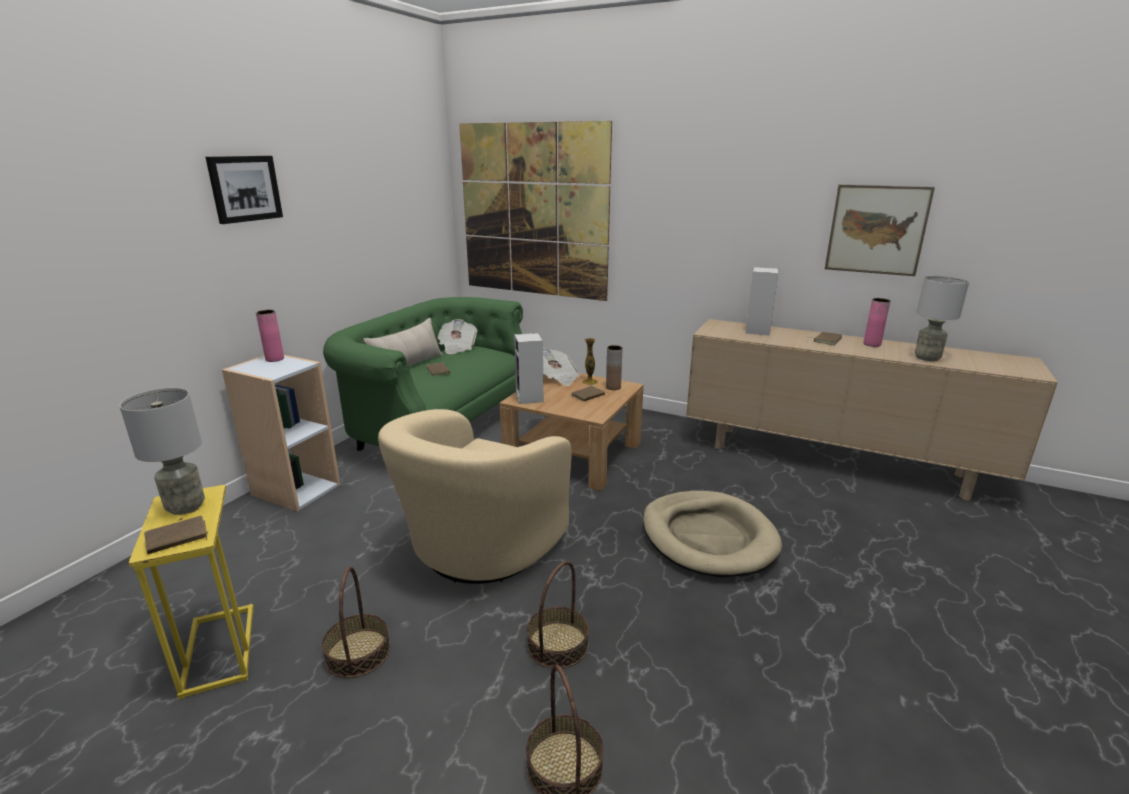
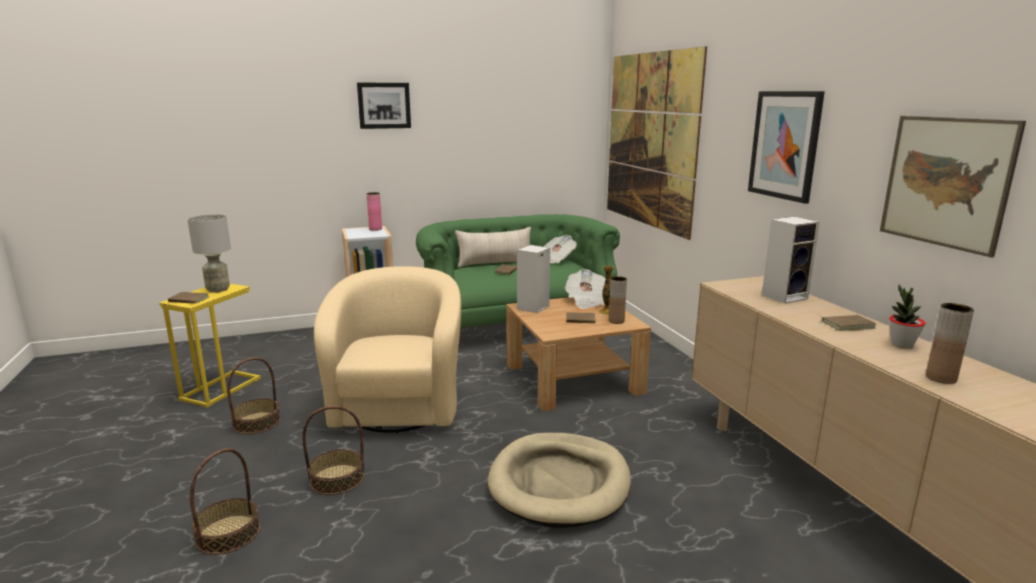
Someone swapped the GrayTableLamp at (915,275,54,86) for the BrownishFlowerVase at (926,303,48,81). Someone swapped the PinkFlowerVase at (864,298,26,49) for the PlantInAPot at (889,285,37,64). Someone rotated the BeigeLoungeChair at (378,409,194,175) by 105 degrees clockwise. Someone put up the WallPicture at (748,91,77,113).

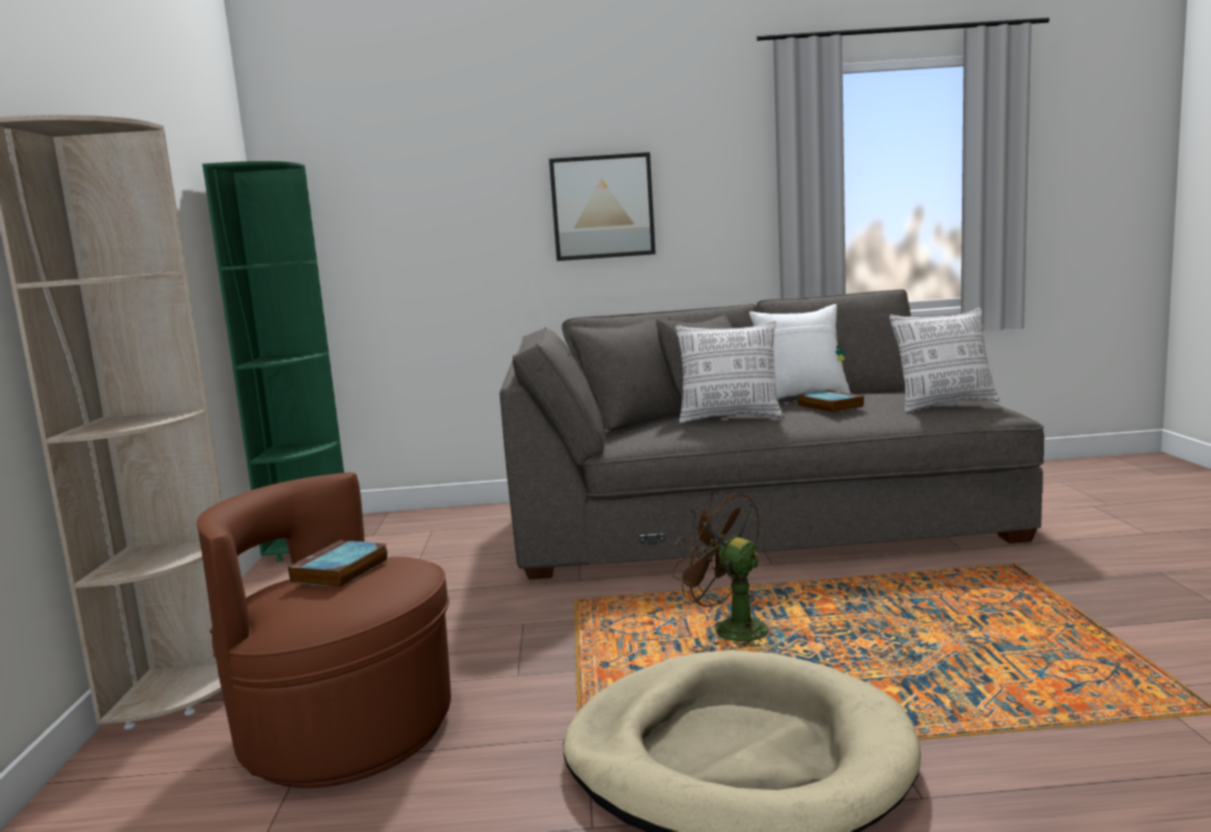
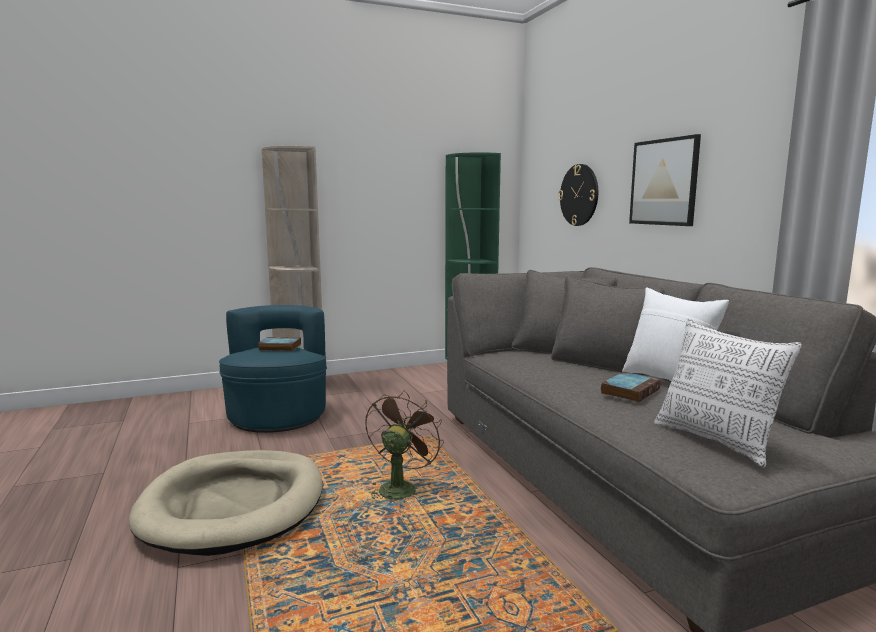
Someone took away the Pillow at (675,321,108,102). Someone repainted the BrownishLoungeChair at (197,472,254,316), which became the TurquoiseColouredLoungeChair at (219,305,108,128). Someone put up the ClockOnTheWall at (558,164,40,62).

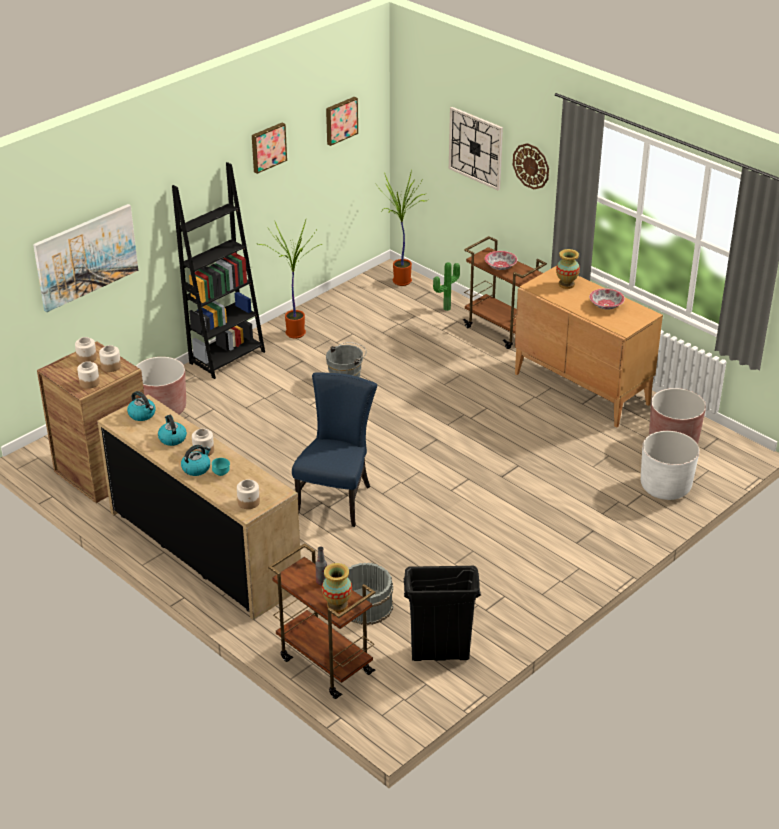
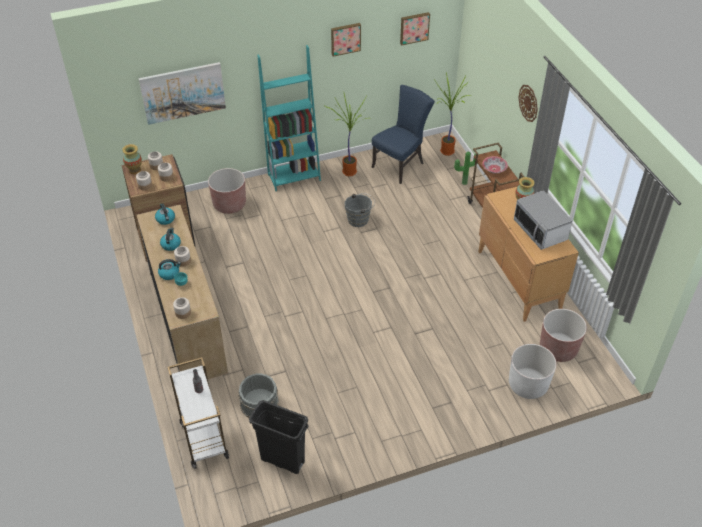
Someone took away the ClockOnTheWall at (449,107,54,83). Someone repainted the BlackColouredShelvingUnit at (172,162,93,217), which became the TurquoiseColouredShelvingUnit at (257,45,64,146). Someone swapped the ServingBowl at (589,288,36,22) for the MicrowaveOven at (514,190,59,60). Someone carried the BlueUprightChair from (292,372,85,155) to (372,85,63,99). Someone repainted the BrownishCart at (268,543,108,156), which became the WhiteColouredCart at (168,357,61,112). Someone carried the FlowerVase from (322,563,30,50) to (122,144,20,30).

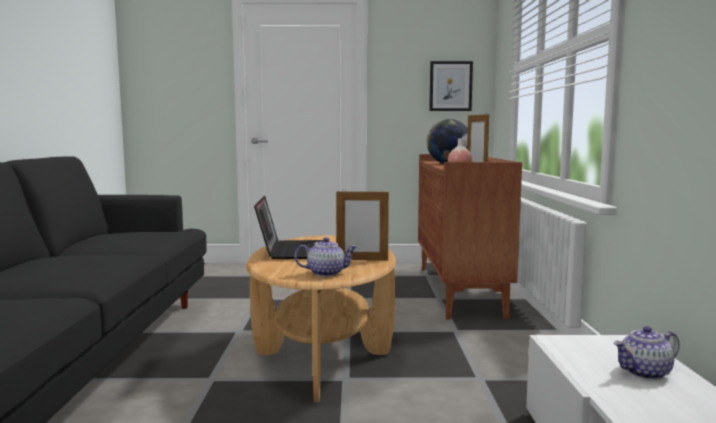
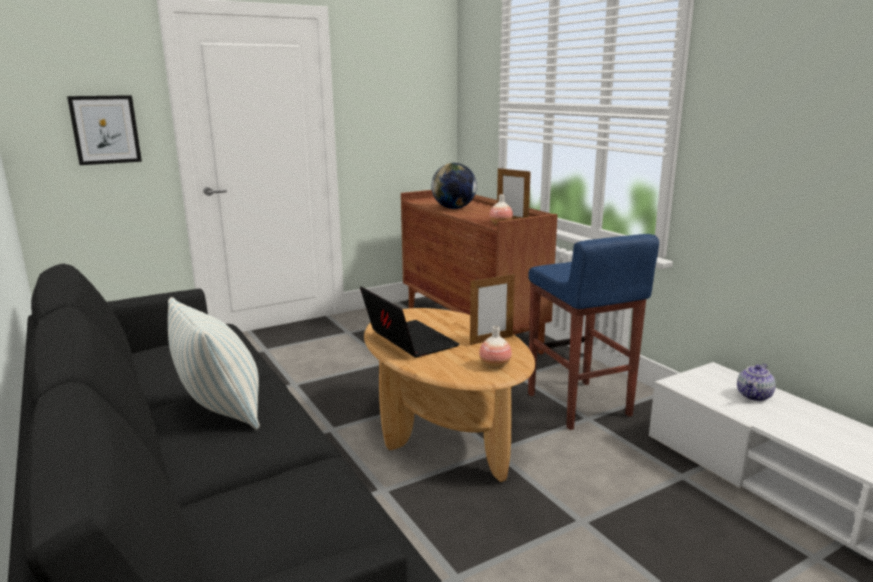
Someone carried the WallPicture from (429,61,44,50) to (67,95,75,70). Someone swapped the TeaPot at (295,237,62,40) for the FlowerVase at (479,326,33,42). Someone put down the BlueStoolSeat at (528,234,131,196). Someone put down the Pillow at (168,297,92,133).

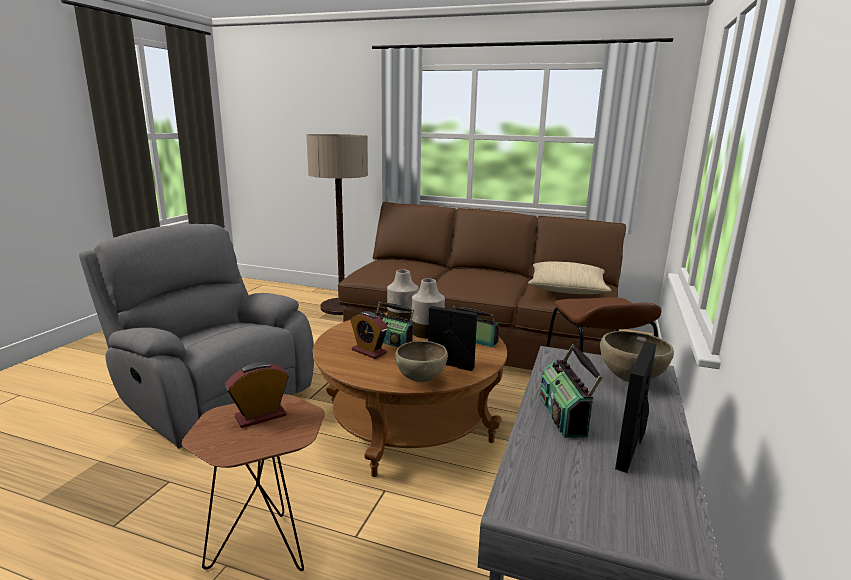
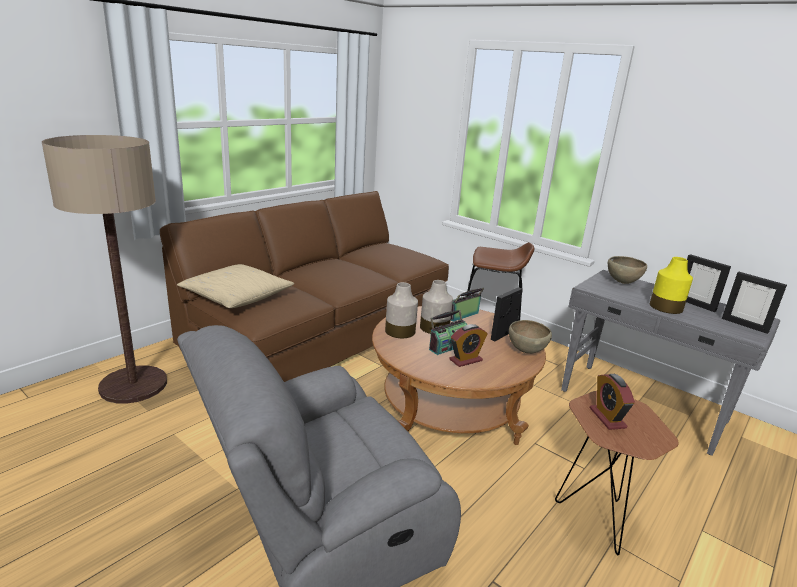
Someone carried the BeigePillow from (528,261,84,33) to (177,264,117,44). Someone swapped the RadioSet at (540,344,62,94) for the YellowColouredFlowerVase at (650,257,43,57). Someone put down the PictureFrame at (722,272,65,62).

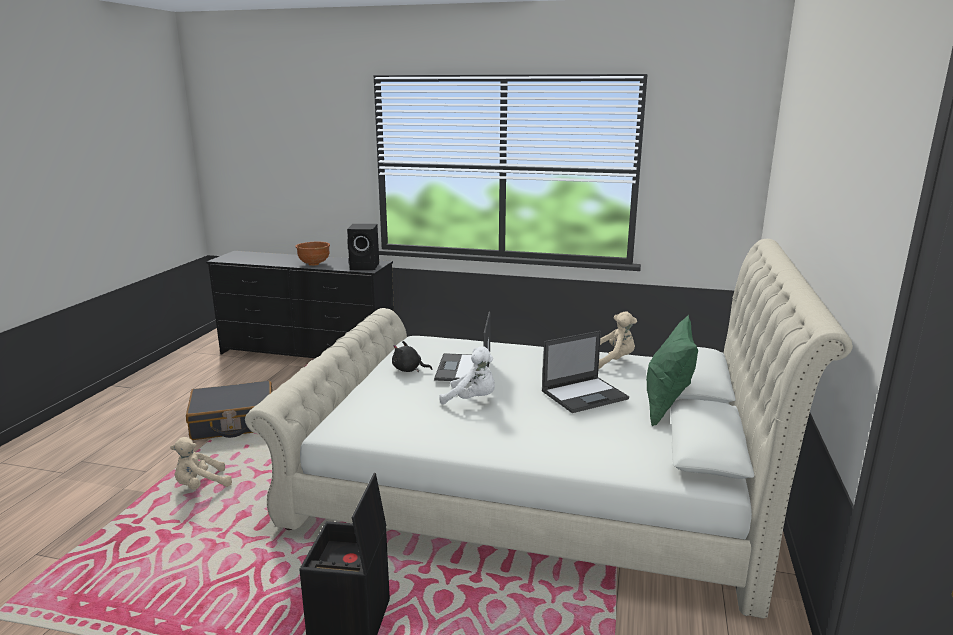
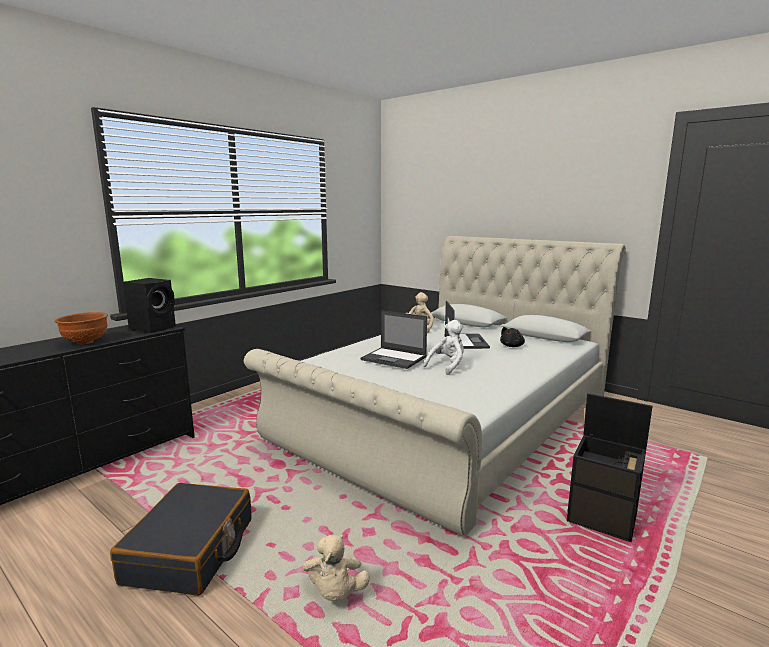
Someone took away the GreenColouredPillow at (646,315,52,112). Someone carried the BlackColouredSoftToy from (392,341,41,31) to (500,327,25,20).

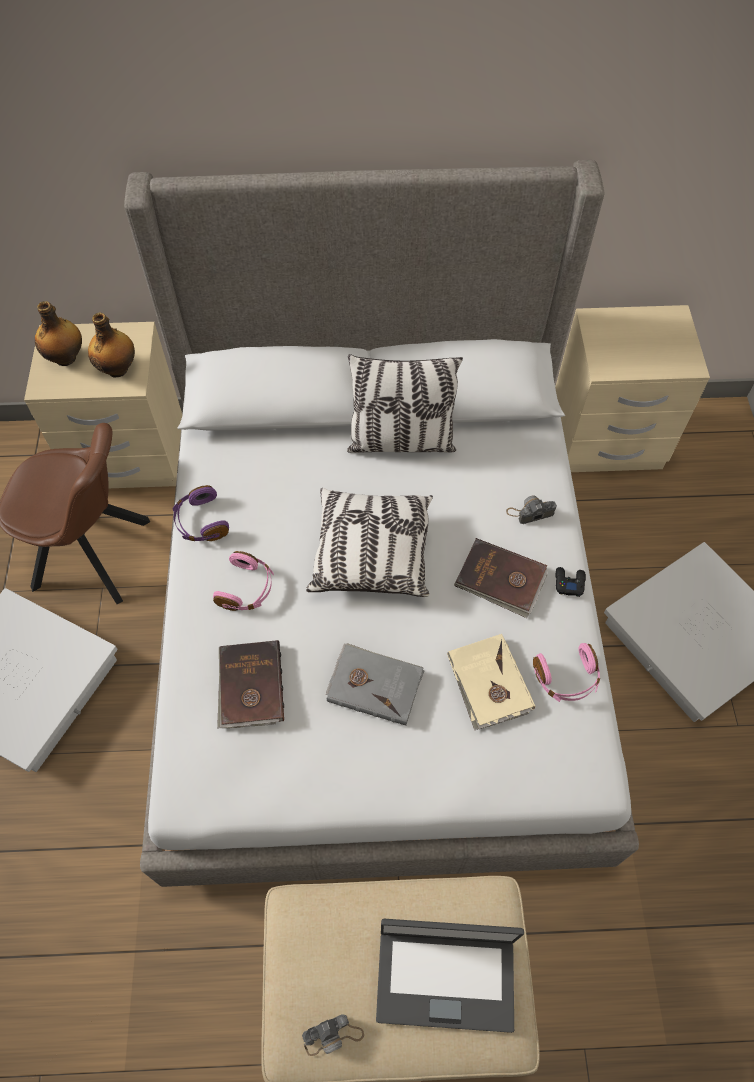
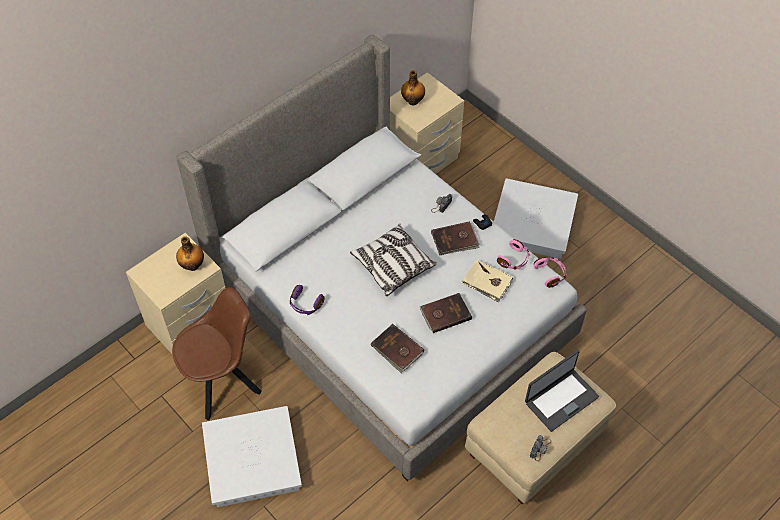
Someone carried the BeverageBottle from (35,301,47,65) to (401,70,24,35). Someone took away the Pillow at (347,354,116,99). Someone carried the PinkHeadset from (213,551,61,60) to (534,257,33,31). Someone repainted the GrayBoundBook at (326,643,99,83), which became the BrownishBoundBook at (419,293,53,40).

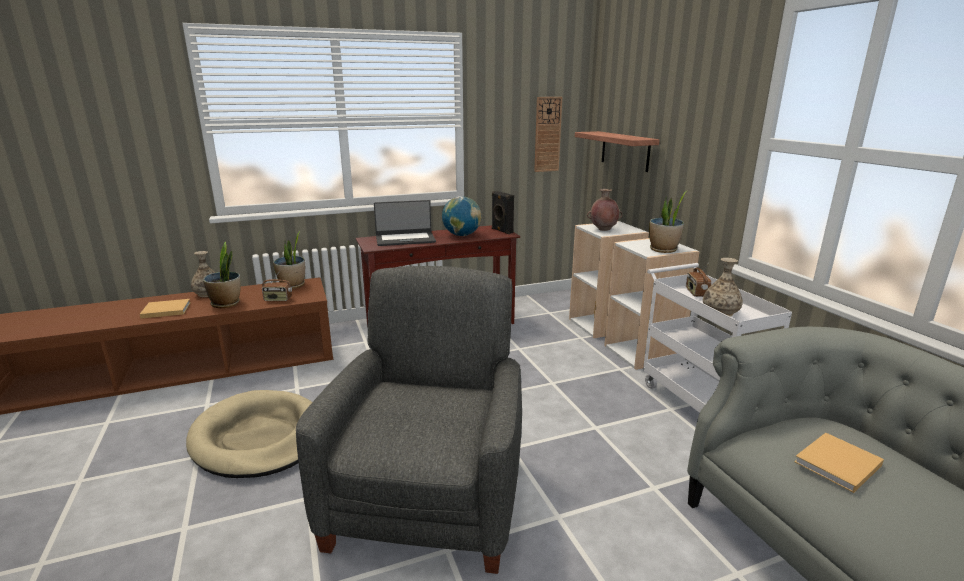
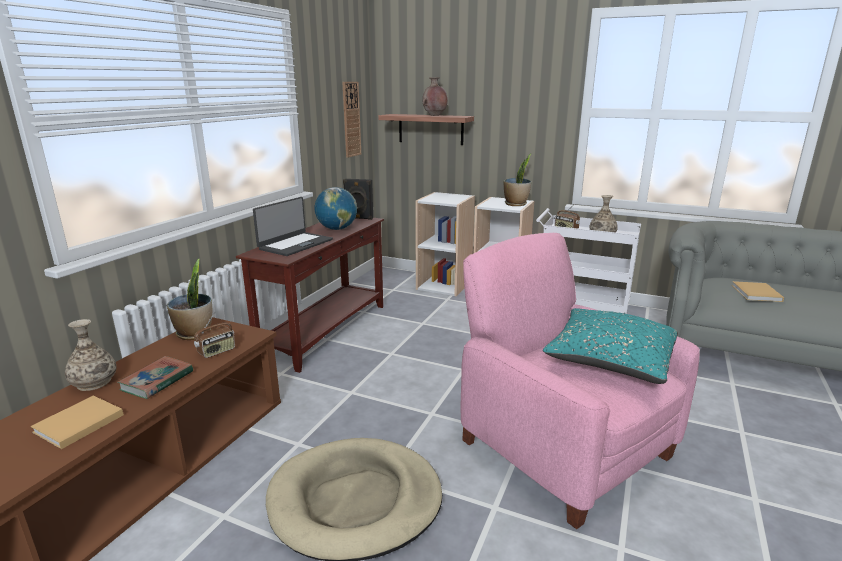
Someone carried the BrownishFlowerVase from (587,189,36,42) to (422,77,26,39). Someone swapped the PlantInAPot at (203,242,38,66) for the BoundBook at (118,356,75,43). Someone repainted the GrayLoungeChair at (296,266,226,308), which became the PinkLoungeChair at (460,233,240,296). Someone put down the TurquoiseColouredPillow at (543,308,135,76).

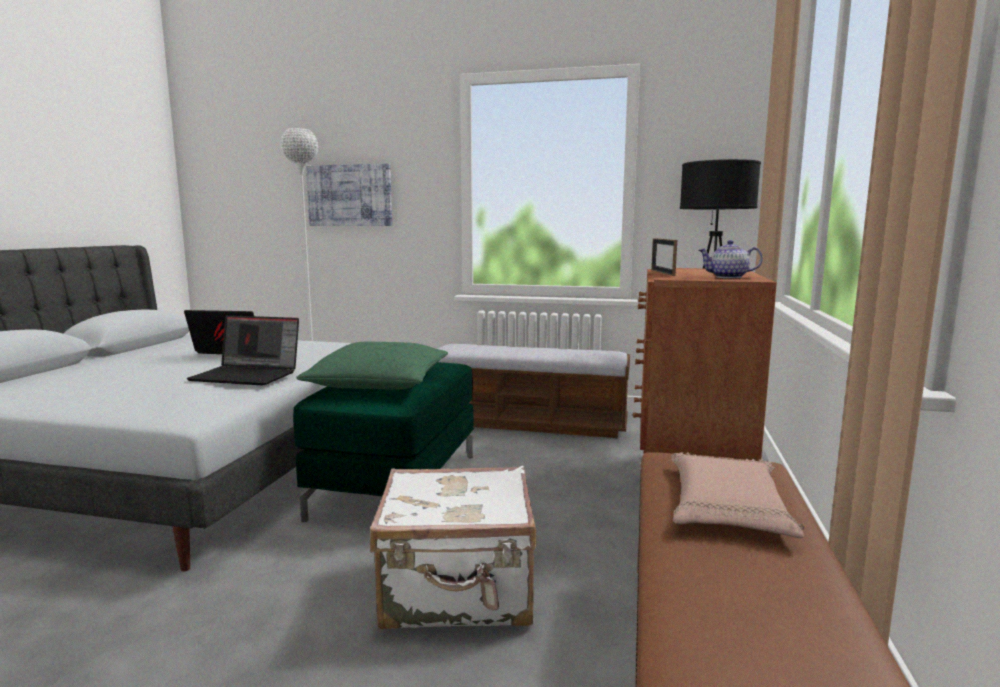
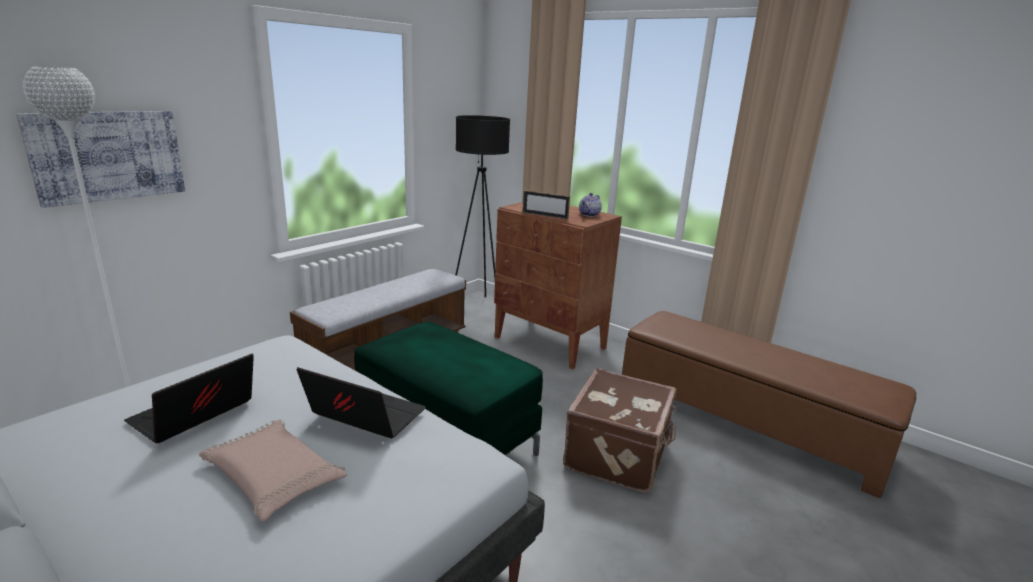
Someone rotated the PortableComputer at (187,315,112,71) by 105 degrees counterclockwise. Someone took away the GreenColouredPillow at (296,342,152,48). Someone carried the BeigePillow from (671,452,134,86) to (199,419,148,103). Someone repainted the WhiteColouredPieceOfLuggage at (370,466,166,163), which became the BrownishPieceOfLuggage at (563,368,113,125).

